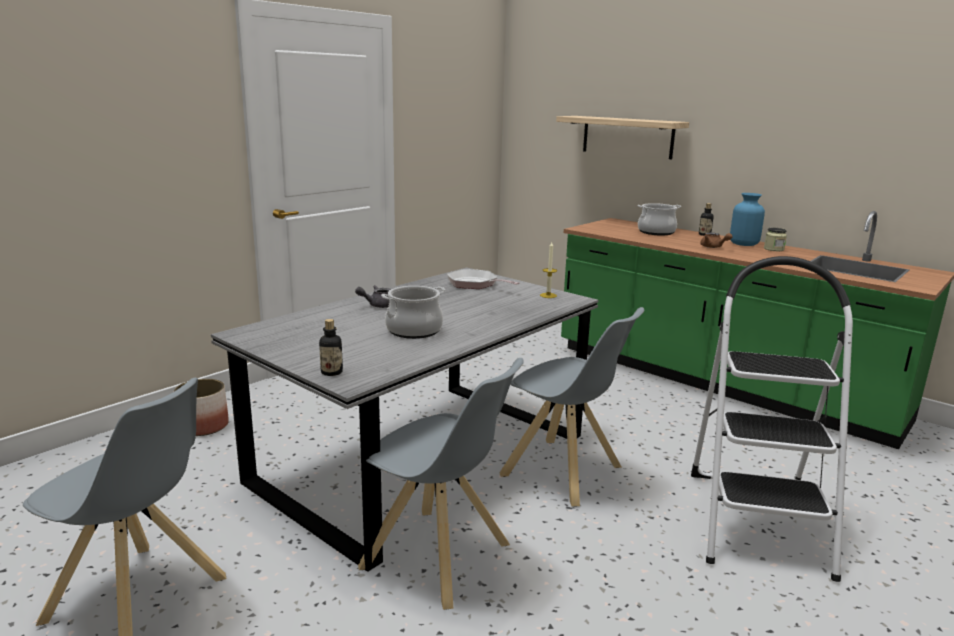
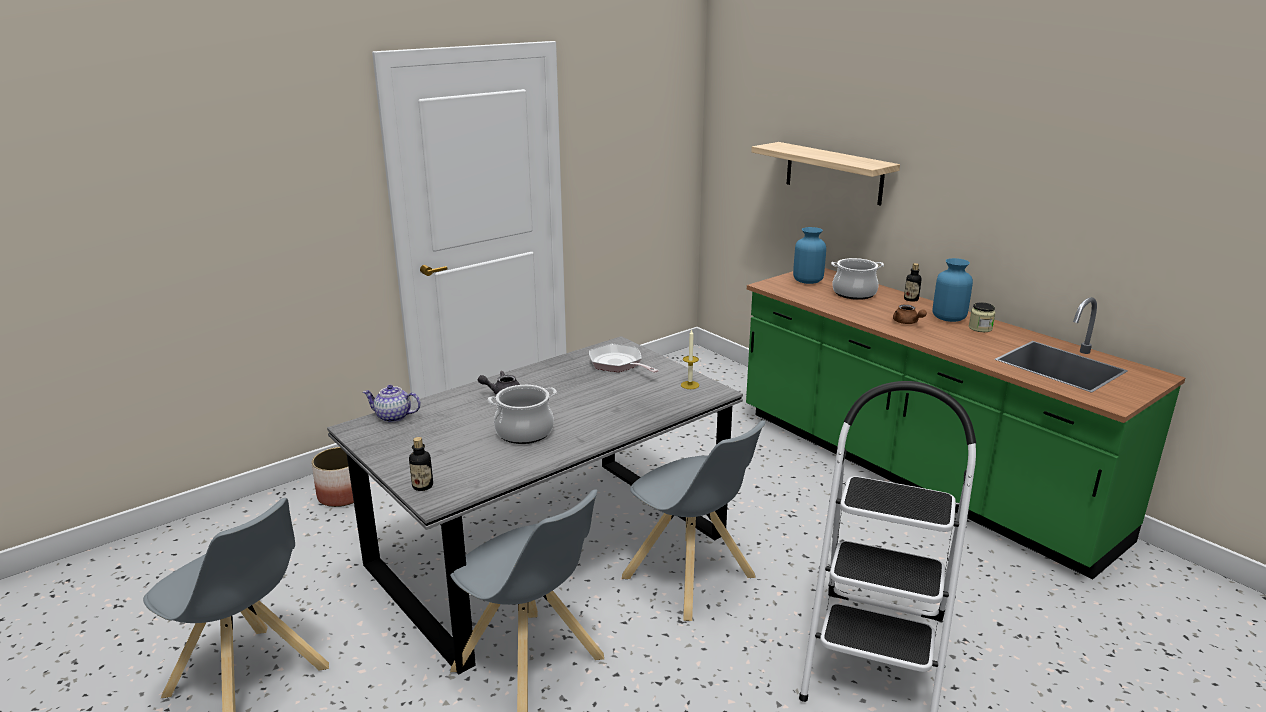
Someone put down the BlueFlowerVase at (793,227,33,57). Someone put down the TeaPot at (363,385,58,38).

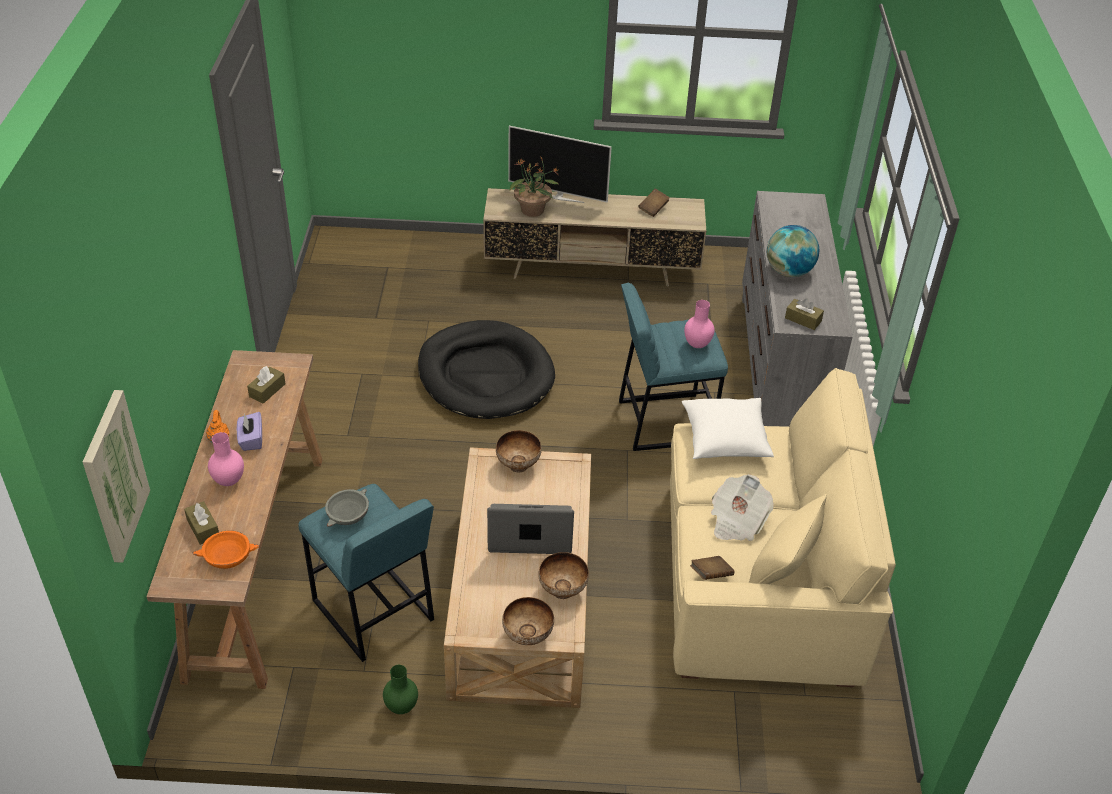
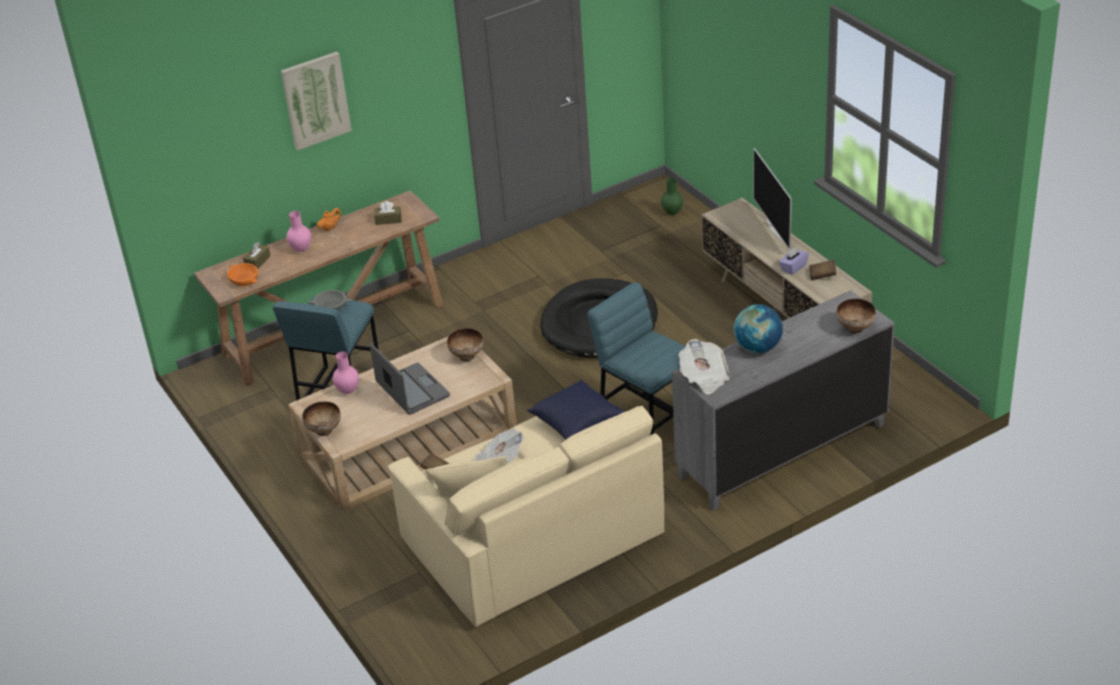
Someone took away the PlantInAPot at (510,158,49,59). Someone swapped the BrownishBoxOfTissues at (785,298,39,32) for the Newspaper at (679,339,51,55). Someone carried the PinkFlowerVase from (684,300,31,48) to (333,352,26,42). Someone carried the WallPicture from (83,390,67,173) to (281,52,71,99). Someone repainted the WhiteColouredPillow at (682,398,92,61), which became the BluePillow at (527,380,99,60). Someone carried the PurpleColouredBoxOfTissues from (237,412,25,39) to (779,247,30,28). Someone carried the ServingBowl from (539,552,50,47) to (836,298,40,36). Someone carried the GreenColouredFlowerVase from (383,665,35,49) to (661,178,22,37).

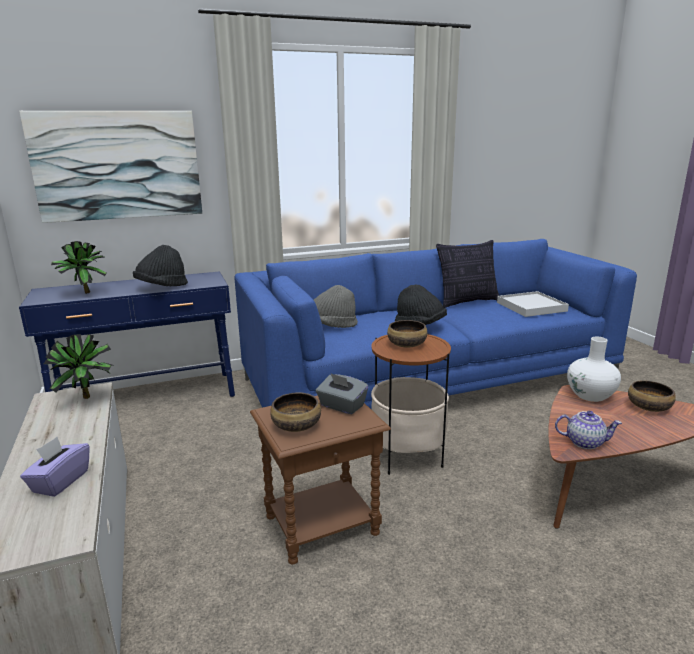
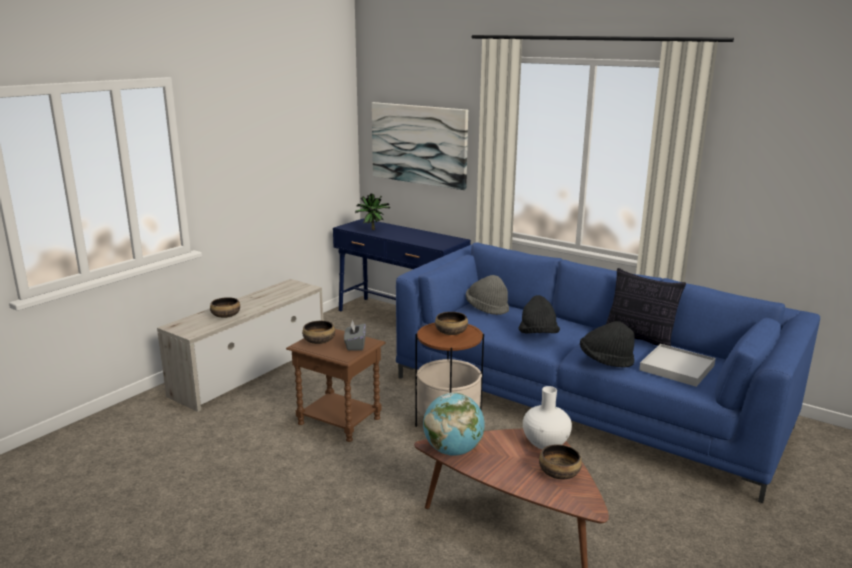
Someone carried the BlackColouredWearableHat from (133,245,55,41) to (580,321,54,47). Someone took away the PlantInAPot at (44,334,67,65). Someone swapped the TeaPot at (555,411,67,38) for the WorldGlobe at (423,393,62,63). Someone swapped the PurpleColouredBoxOfTissues at (20,437,70,60) for the ServingBowl at (210,297,30,21).

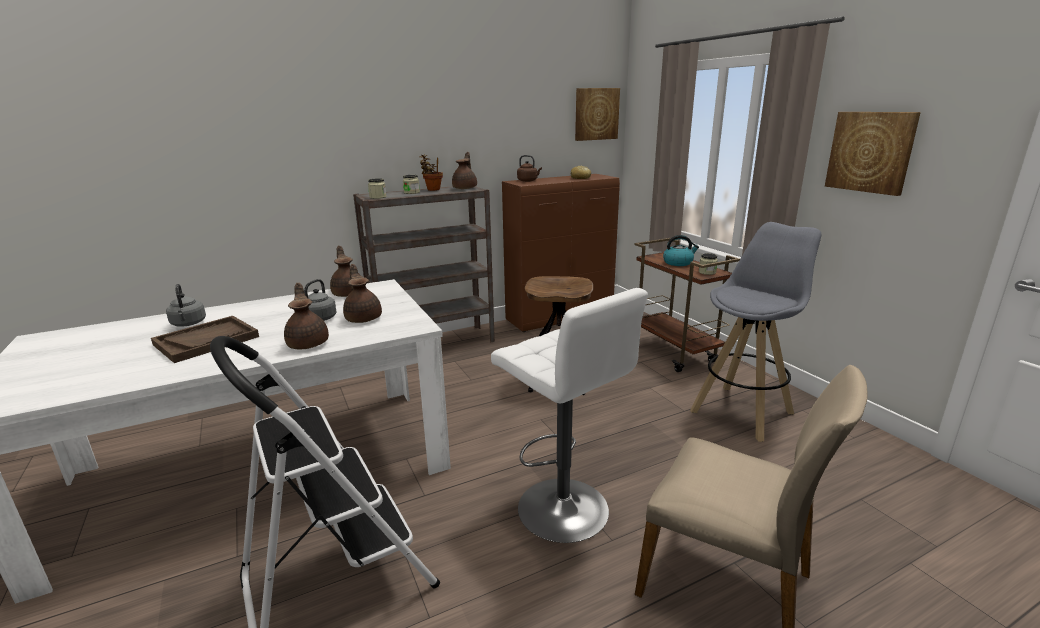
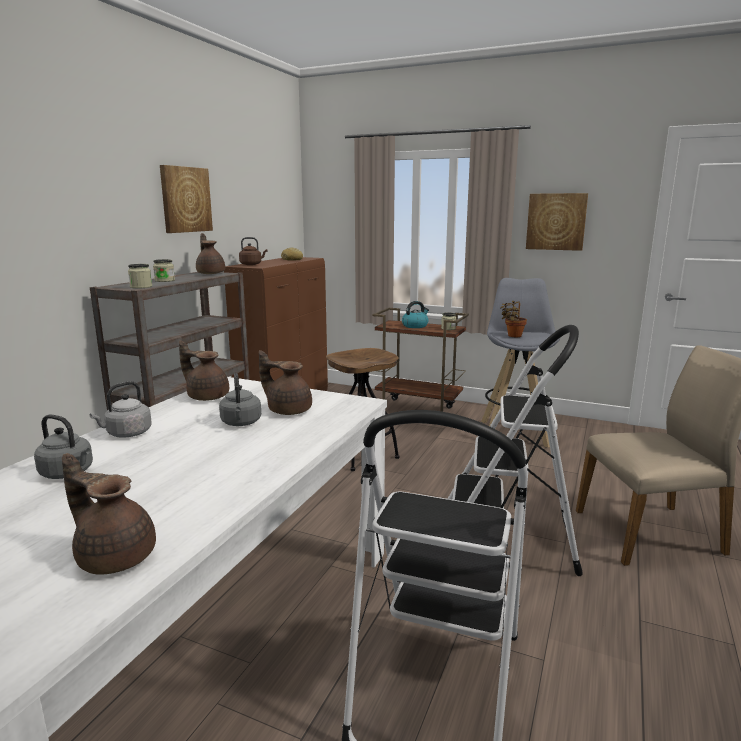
Someone carried the WallPicture from (575,88,45,53) to (160,165,53,68). Someone carried the PlantInAPot from (419,154,24,37) to (500,301,27,36). Someone carried the BrownishTeaPot from (284,283,45,66) to (62,453,94,121). Someone swapped the WhiteColouredStoolSeat at (491,288,157,255) for the StepLadder at (447,325,136,251). Someone took away the BrownishServingTray at (151,316,108,47). Someone put down the GrayKettle at (90,381,62,57).

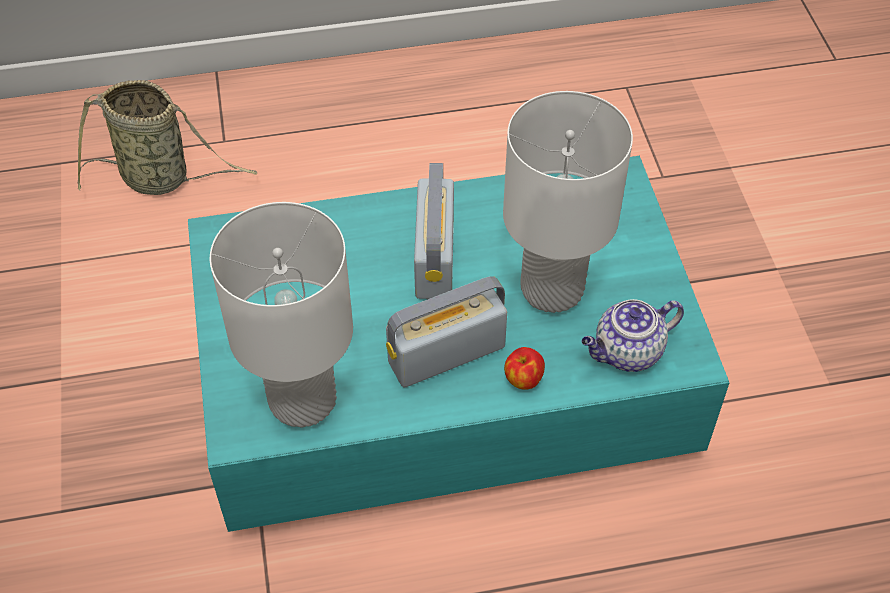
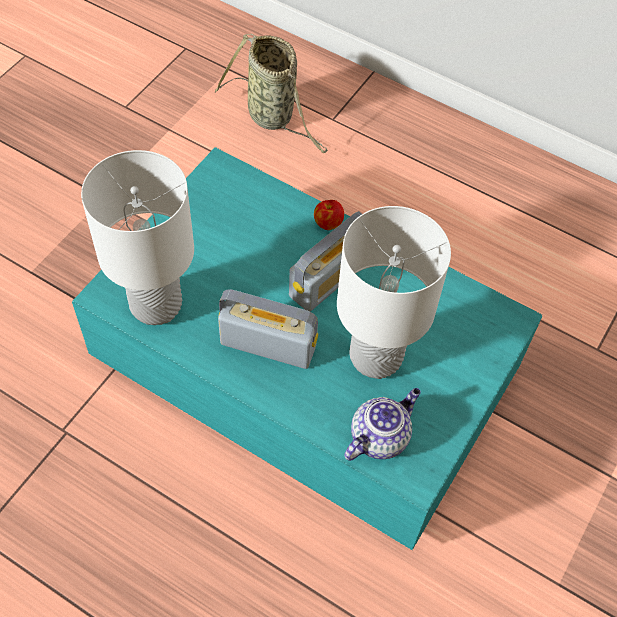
Someone rotated the TeaPot at (581,299,103,73) by 120 degrees clockwise. Someone carried the WholeApple from (504,347,41,43) to (314,200,30,30).

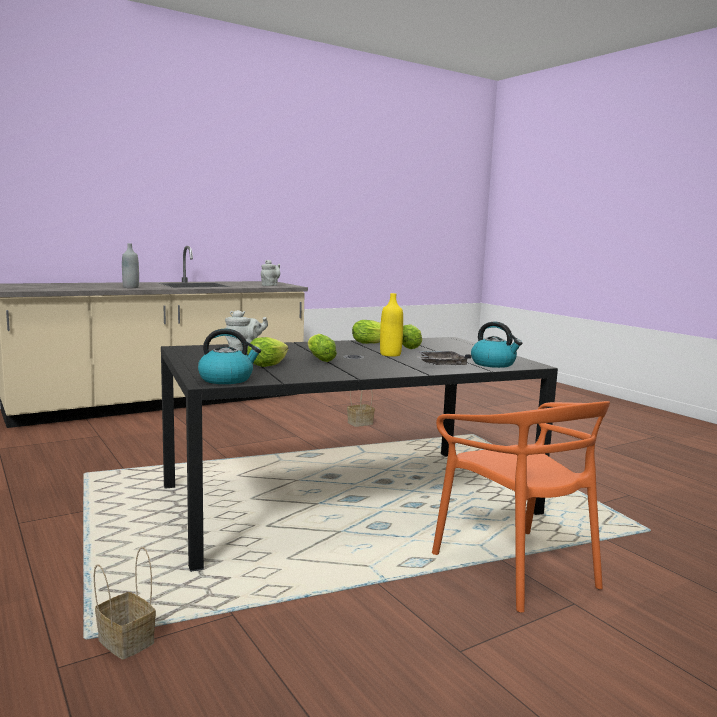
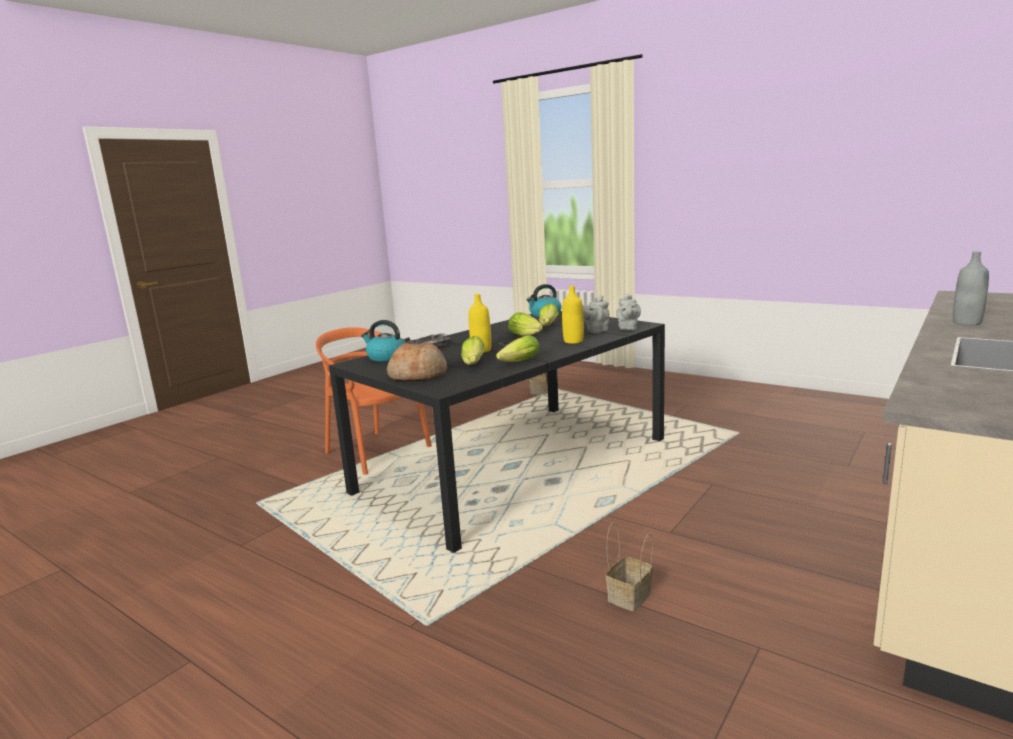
Someone carried the GrayTeaPot from (261,260,19,26) to (616,293,25,38). Someone put down the YellowColouredBeverageBottle at (562,286,22,58). Someone put down the Bread at (387,343,60,38).

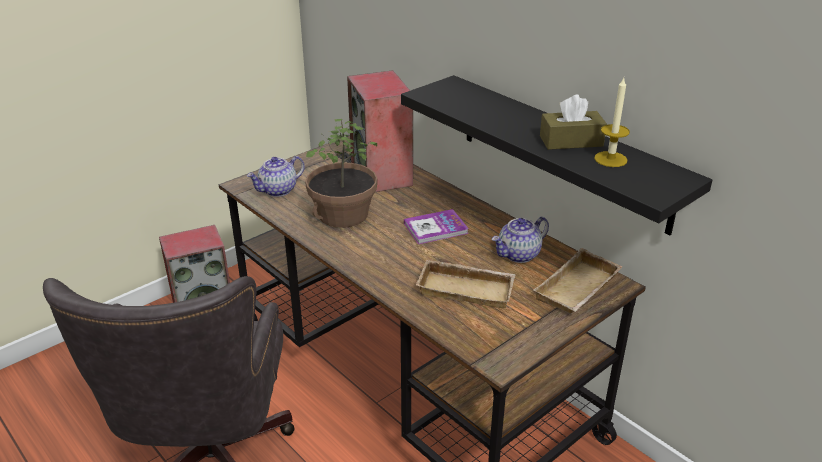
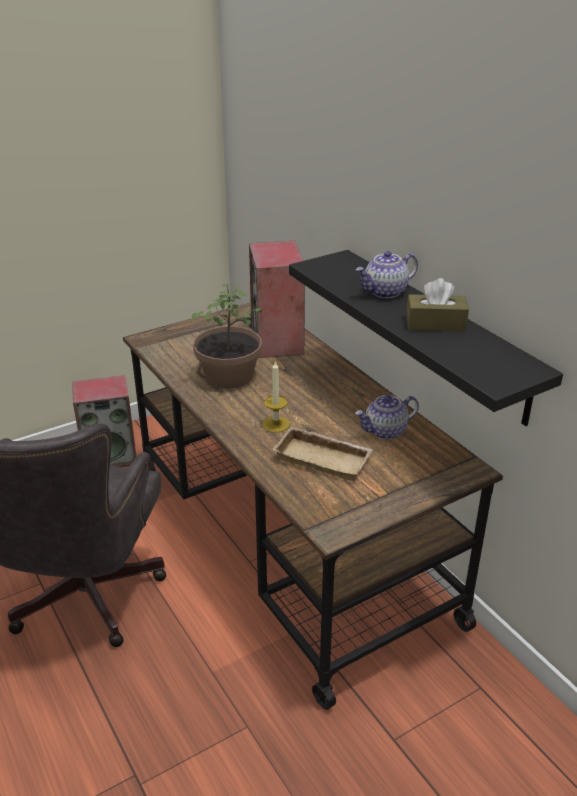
Someone carried the WaxCandle from (594,78,36,89) to (262,360,28,73). Someone carried the TeaPot from (247,156,58,41) to (356,251,62,47). Someone took away the BoundBook at (404,209,65,35). Someone took away the BeigeServingTray at (533,248,90,65).

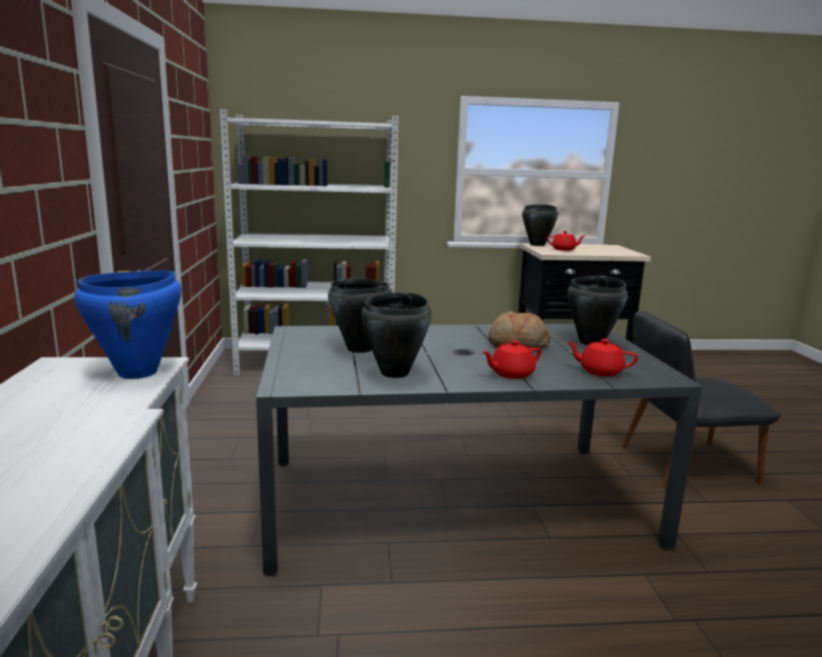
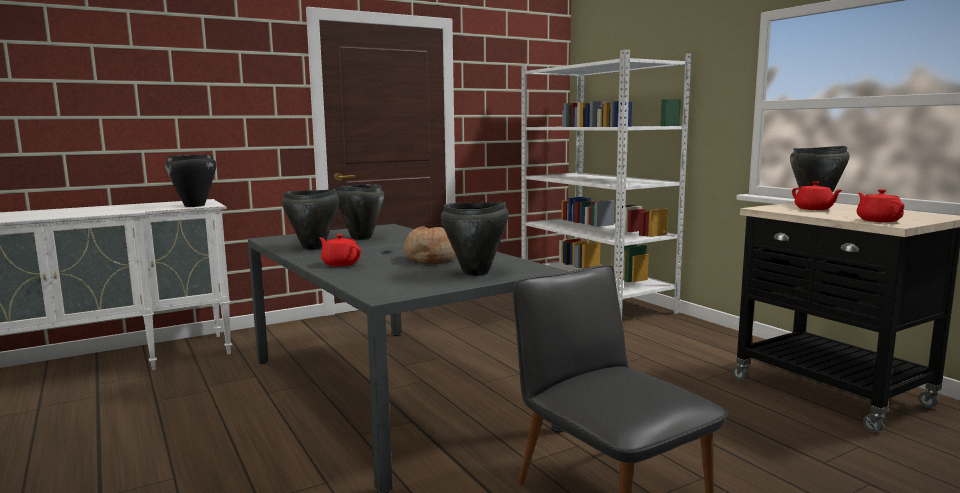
Someone repainted the BlueCookingPot at (74,270,107,109), which became the BlackColouredCookingPot at (165,154,51,53). Someone carried the ReddishTeaPot from (567,339,71,37) to (857,189,47,33).

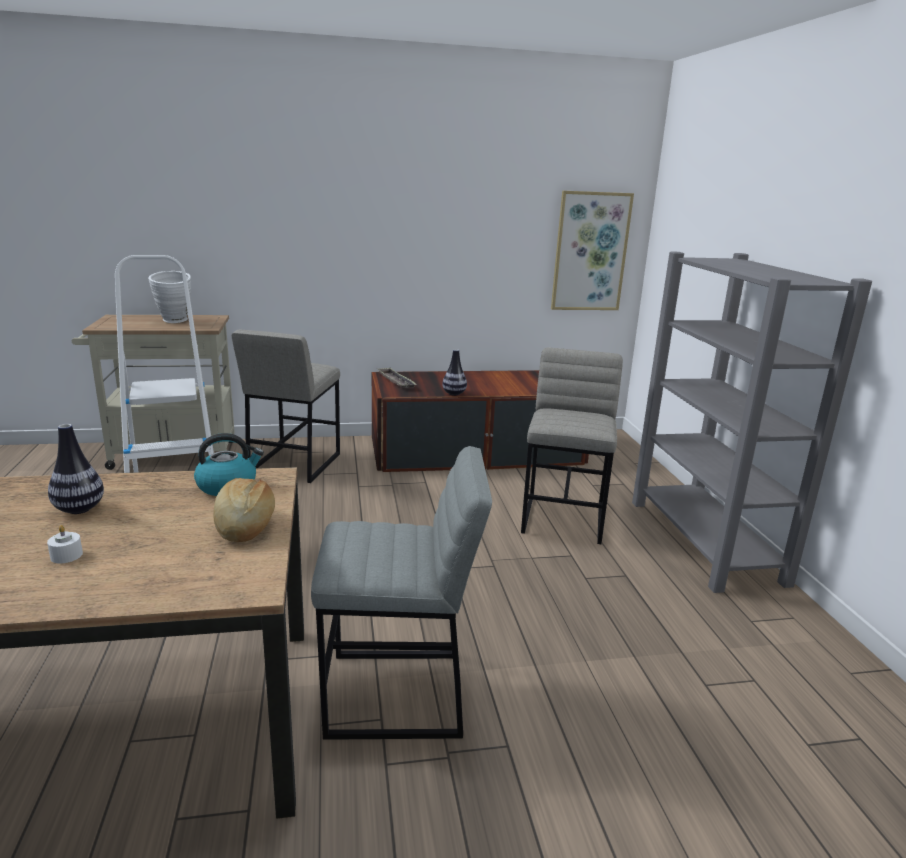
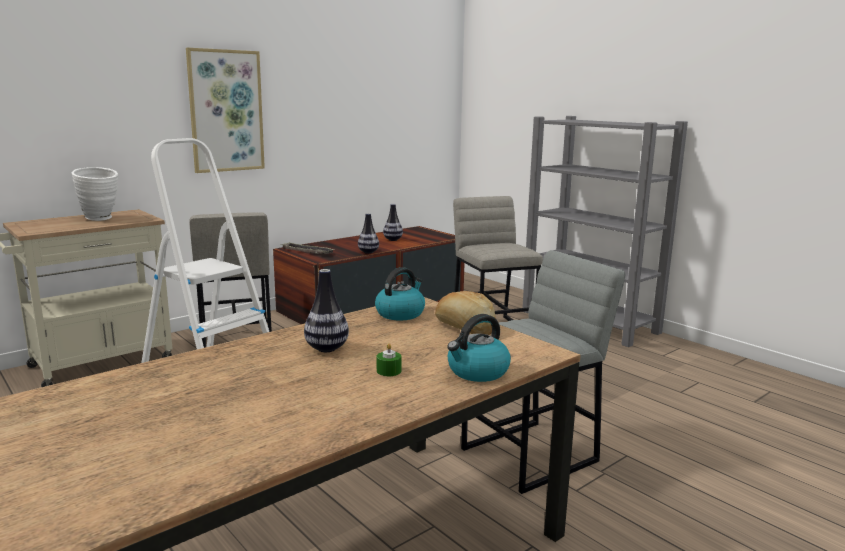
Someone carried the WallPicture from (551,191,83,119) to (186,48,79,125). Someone repainted the WhiteColouredWaxCandle at (47,525,36,38), which became the GreenColouredWaxCandle at (377,343,25,33). Someone put down the FlowerVase at (383,204,20,37). Someone put down the Kettle at (447,314,64,68).

